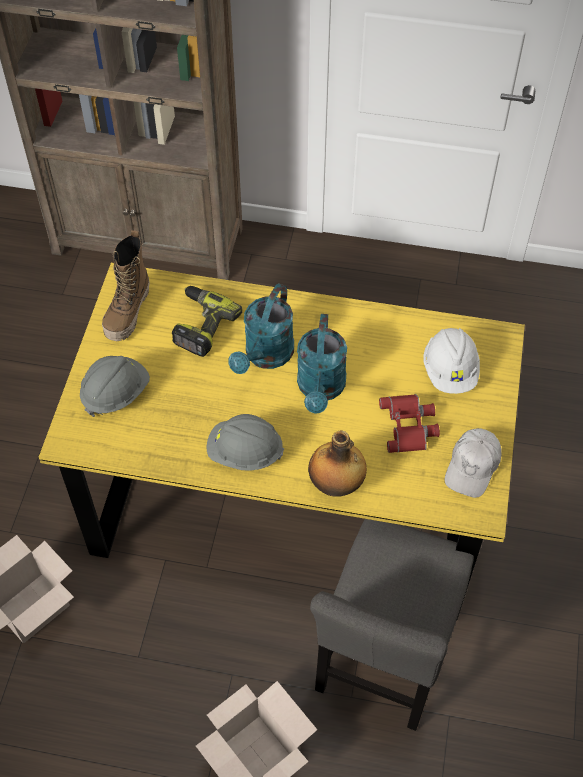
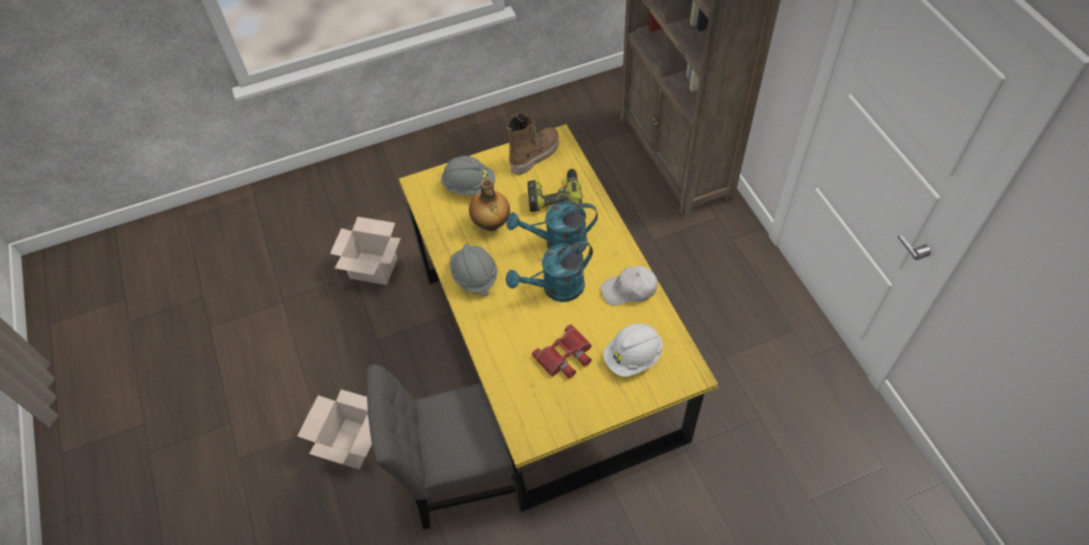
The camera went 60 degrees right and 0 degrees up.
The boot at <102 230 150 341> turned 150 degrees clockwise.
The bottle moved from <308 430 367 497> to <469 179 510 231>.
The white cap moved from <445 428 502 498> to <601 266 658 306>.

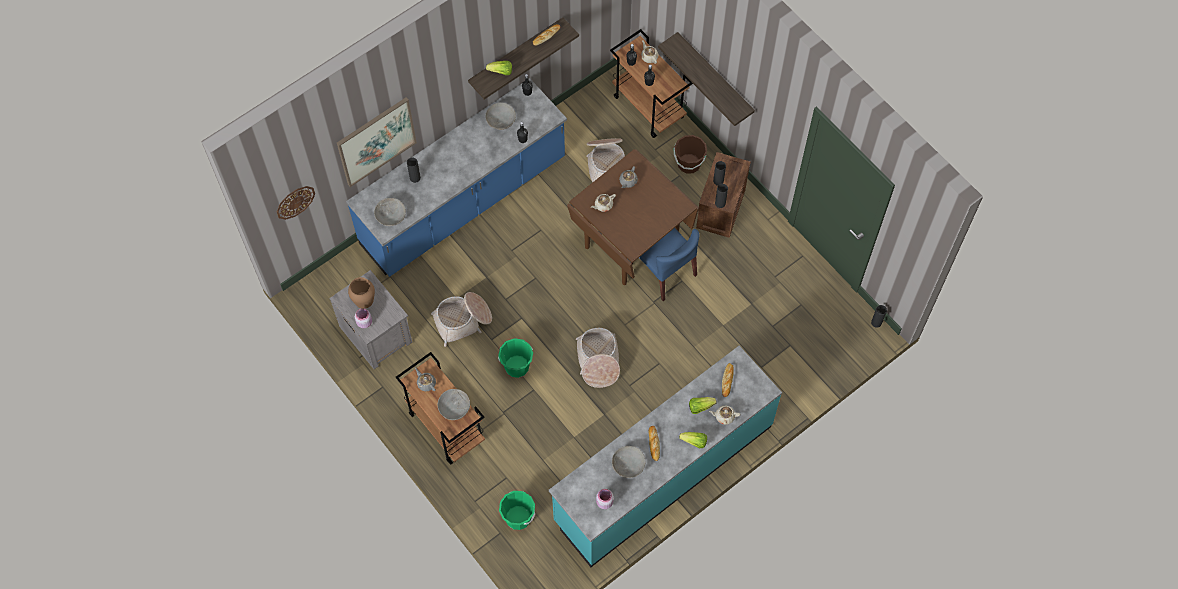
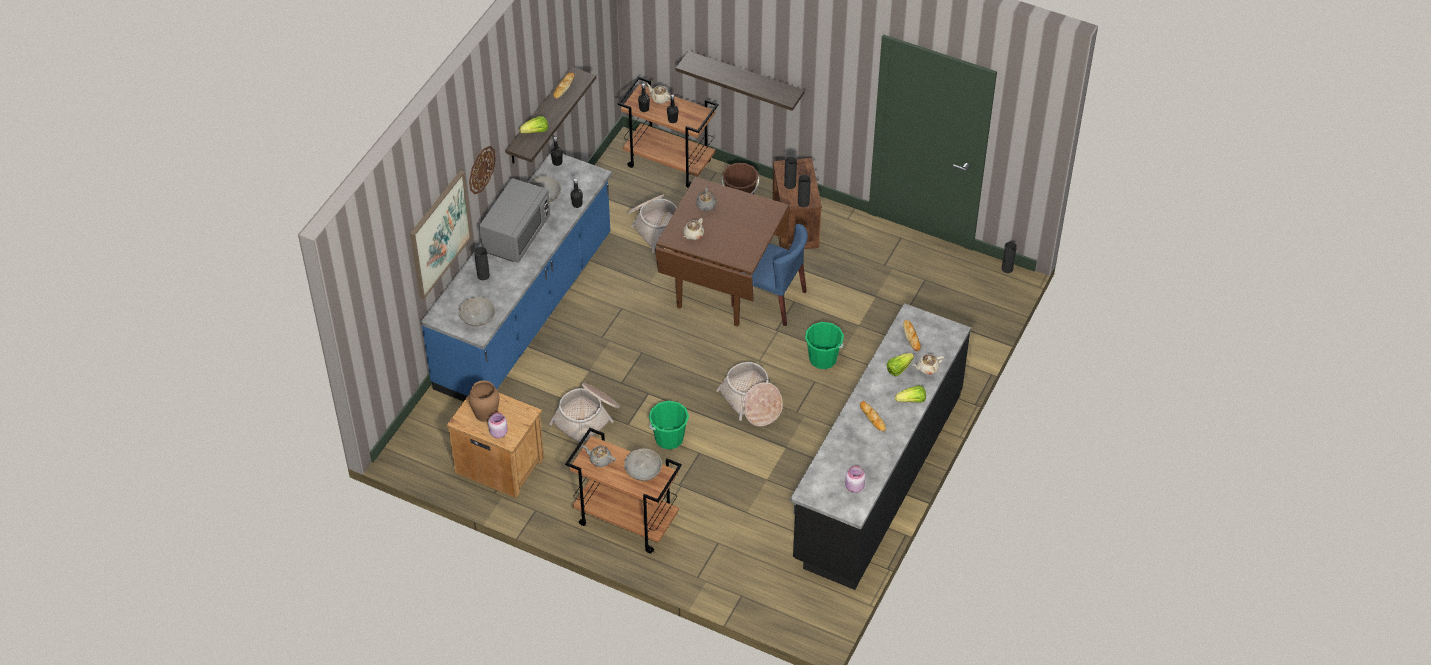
The camera went 25 degrees left and 15 degrees down.
The wall clock moved from <277 186 315 220> to <469 146 496 194>.
The grey nightstand at <329 270 412 369> became the brown nightstand at <447 393 544 498>.
The green bucket moved from <499 491 535 530> to <805 322 844 369>.
The turquoise counter at <549 346 782 567> became the black counter at <790 303 971 590>.
The grey bowl at <612 446 645 478> disappeared.
The grey microwave at <479 178 550 263> appeared.

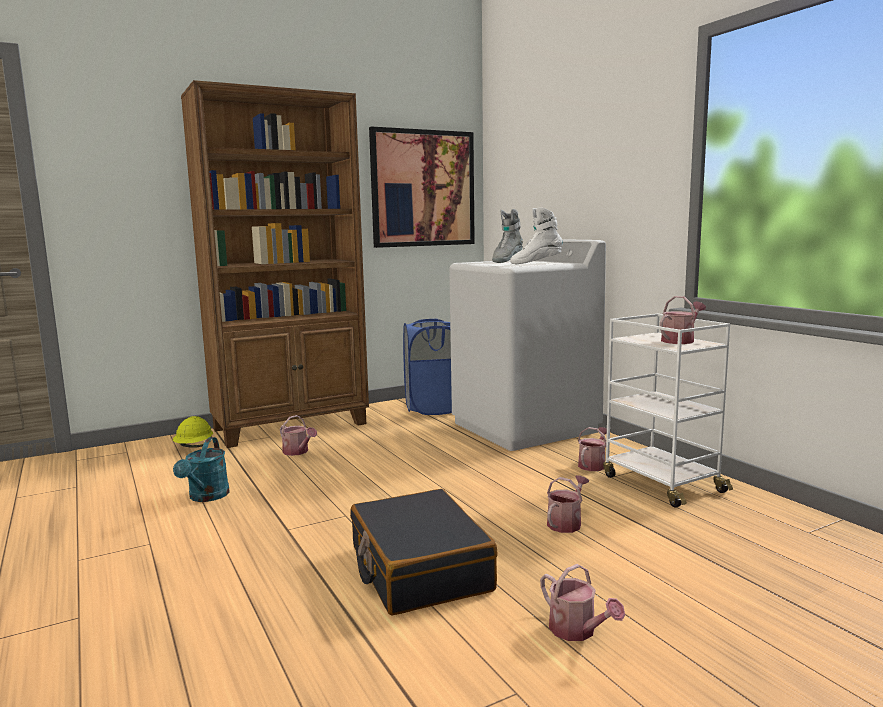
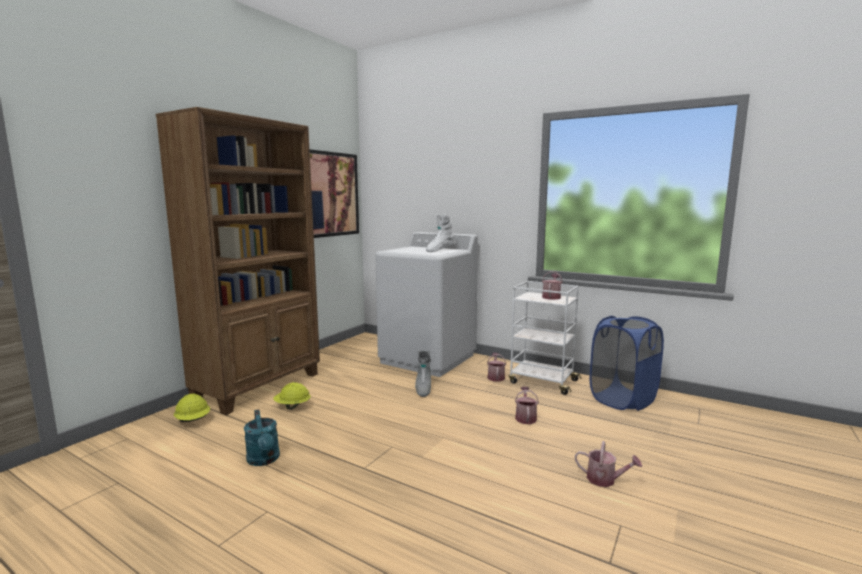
The camera went 30 degrees left and 0 degrees up.
The watering can at <280 415 317 456> was replaced by the yellow hard hat at <273 382 311 410>.
The black suitcase at <350 489 498 615> disappeared.
The blue laundry basket moved from <403 319 452 415> to <590 316 664 411>.
The grey boot moved from <492 209 523 263> to <415 351 431 397>.

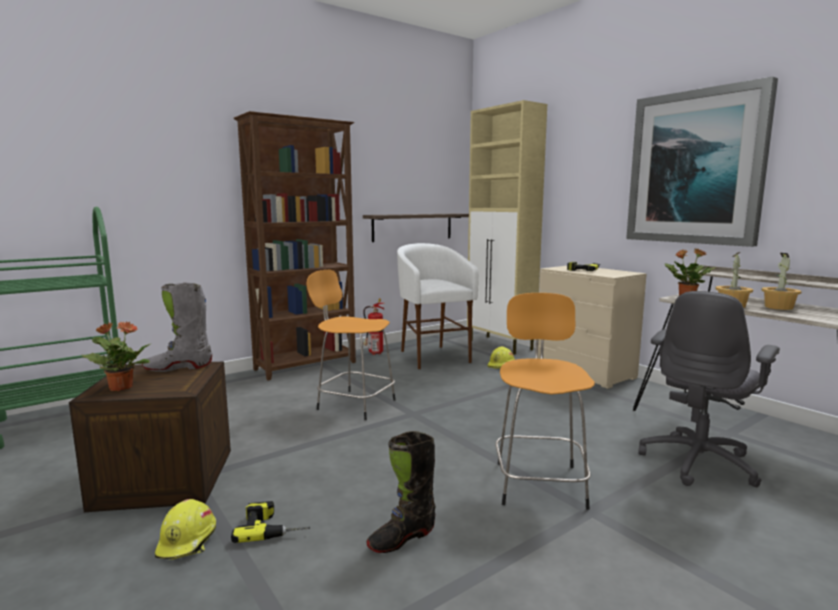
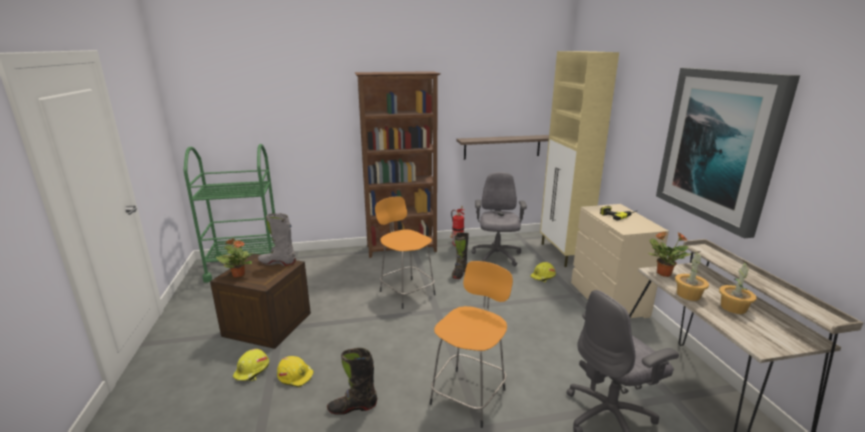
The camera went 25 degrees right and 10 degrees up.
The power drill at <231 501 310 543> was replaced by the yellow hard hat at <277 356 314 387>.
The white stool at <397 243 479 369> was replaced by the grey office chair at <471 172 527 266>.
The black boot at <452 232 469 279> appeared.

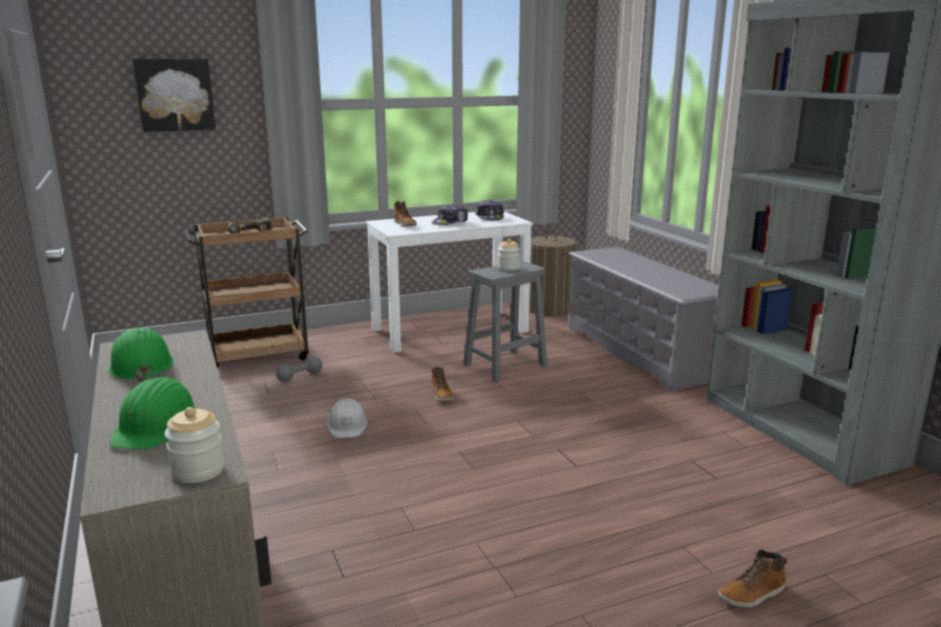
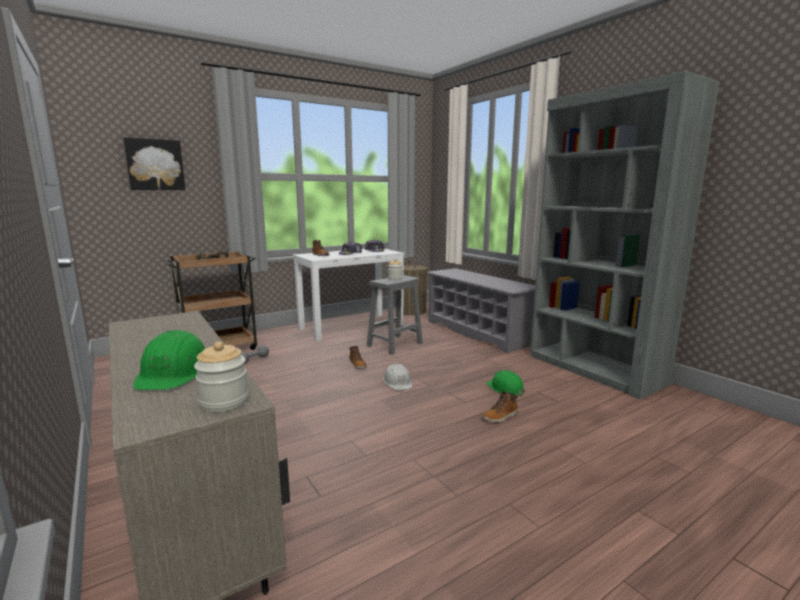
The camera went 10 degrees left and 5 degrees down.
The green hard hat moved from <109 328 174 381> to <486 370 525 397>.
The white hard hat moved from <327 398 367 438> to <383 364 412 390>.
The boot moved from <718 549 787 608> to <482 391 518 423>.

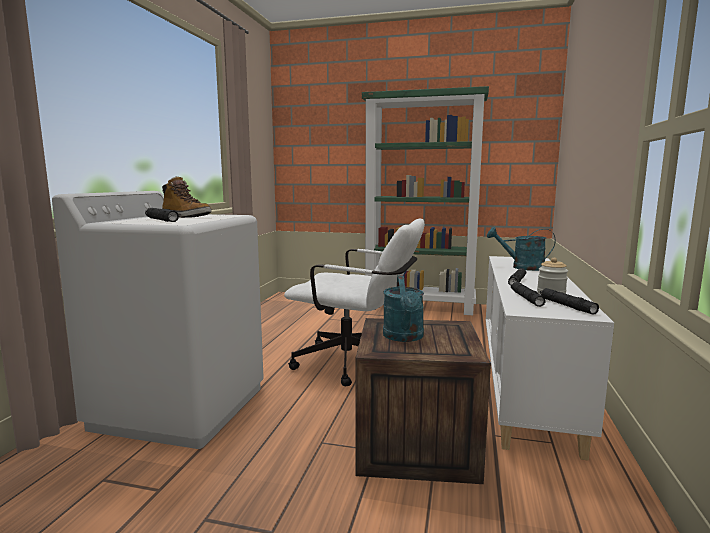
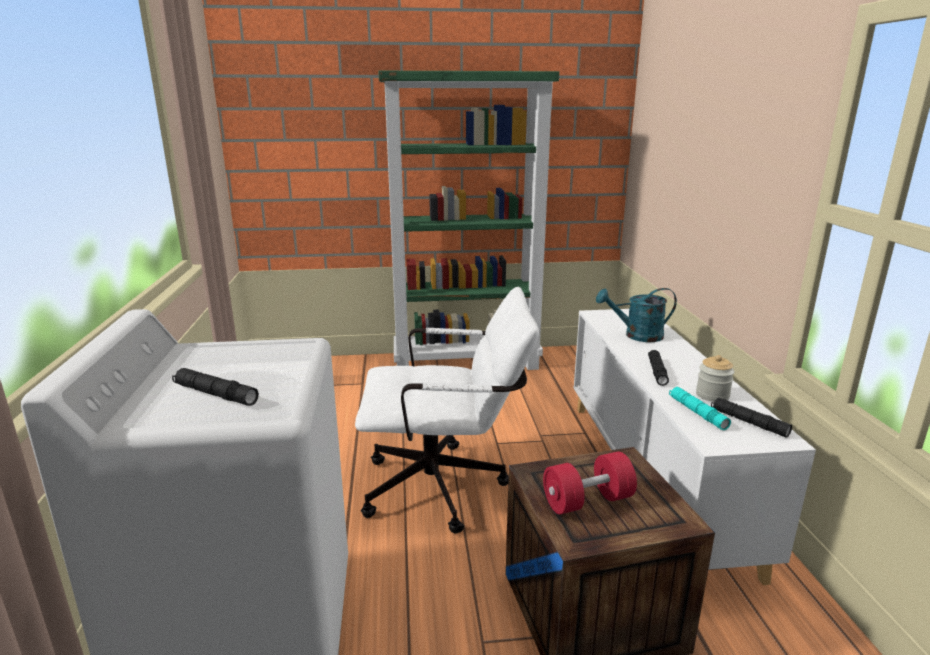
The camera went 20 degrees left and 10 degrees up.
The boot at <162 176 212 218> disappeared.
The turquoise watering can at <383 275 424 342> was replaced by the red dumbbell at <543 452 637 514>.
The black flashlight at <511 282 545 307> became the turquoise flashlight at <669 387 731 430>.

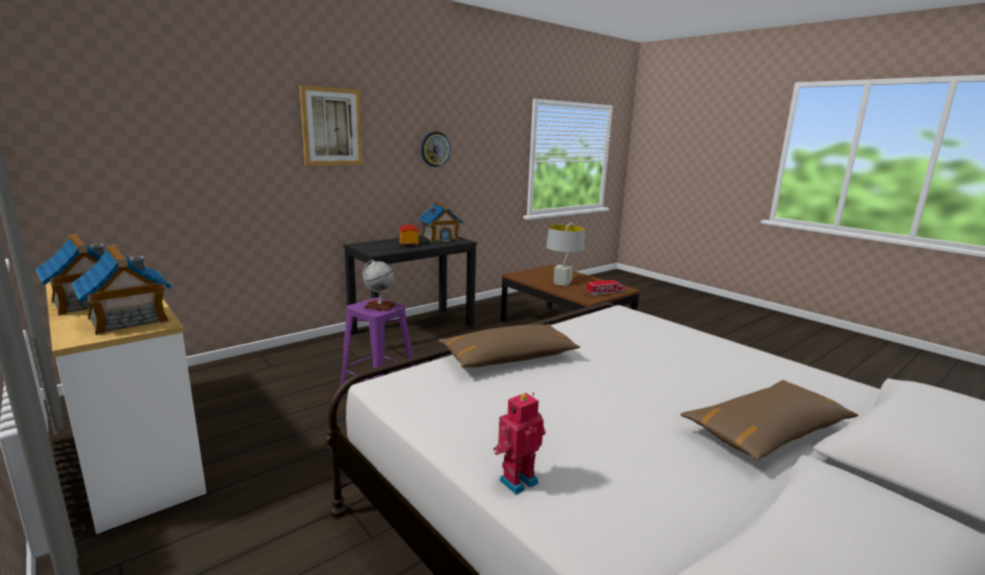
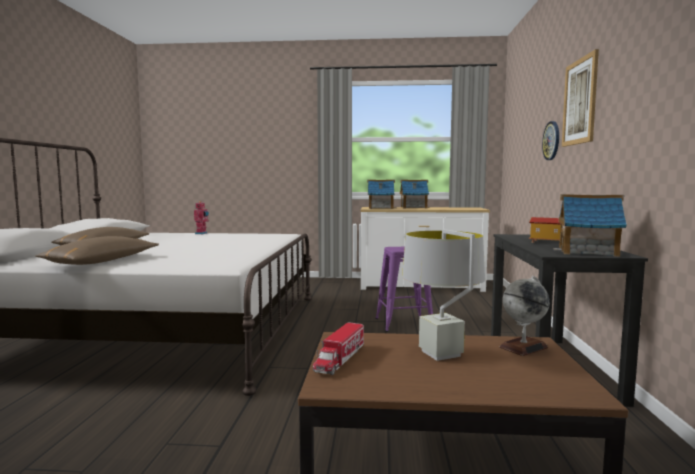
The camera went 135 degrees right and 10 degrees down.
The globe moved from <363 260 396 311> to <500 276 550 356>.
The wall clock moved from <421 132 451 167> to <542 121 559 160>.
The brown pillow moved from <438 324 580 368> to <35 236 159 265>.

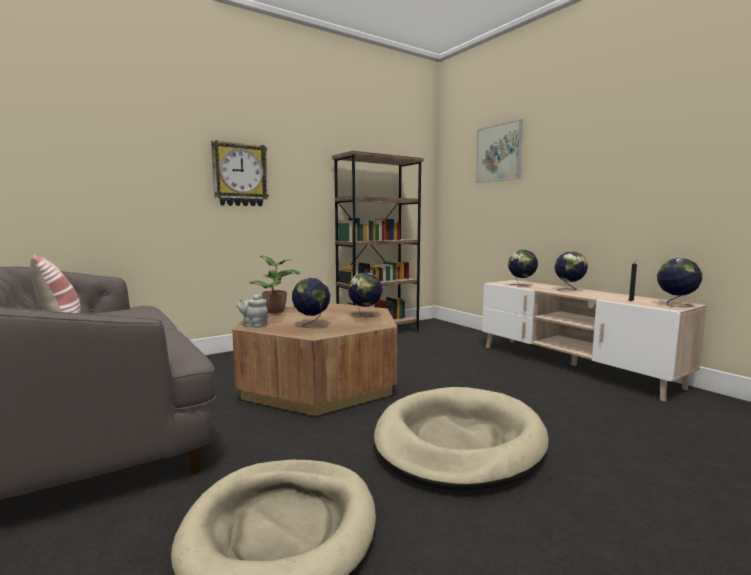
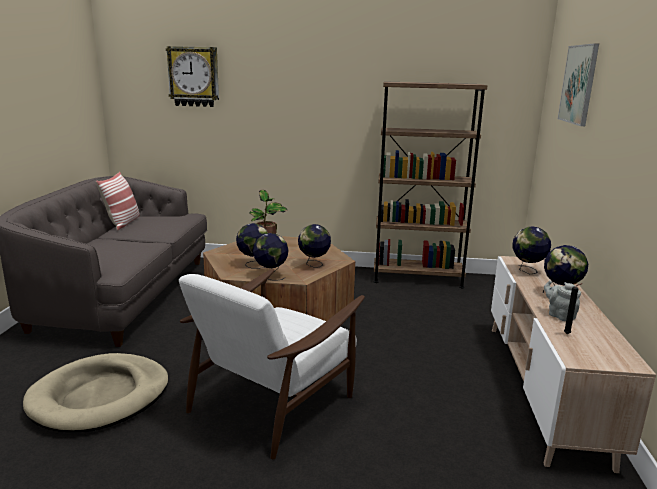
The camera went 40 degrees right and 10 degrees up.
The wall clock moved from <211 140 269 206> to <166 46 219 107>.
The grey teapot moved from <236 294 268 328> to <544 280 581 321>.
The beige dog bed at <374 387 549 491> was replaced by the white armchair at <179 269 365 459>.
The globe moved from <657 258 702 307> to <253 233 289 281>.

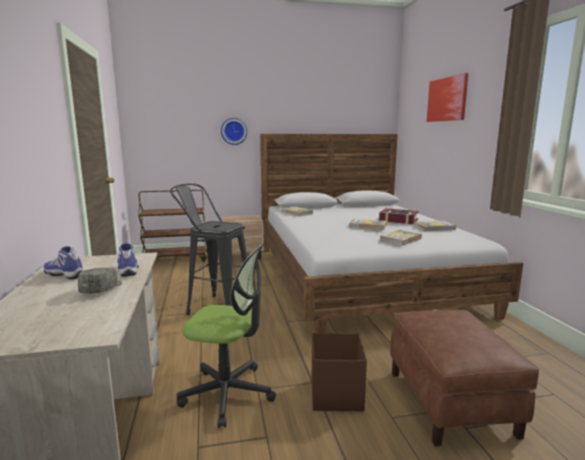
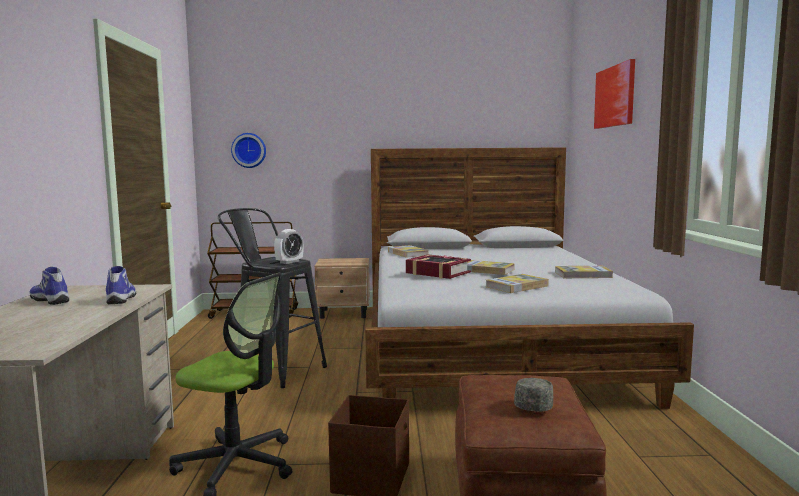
The camera went 10 degrees right and 5 degrees down.
The grey cap moved from <78 268 122 294> to <514 378 553 412>.
The wall clock moved from <221 118 247 145> to <231 133 266 168>.
The book moved from <379 208 419 224> to <406 254 471 279>.
The alarm clock at <274 229 304 264> appeared.

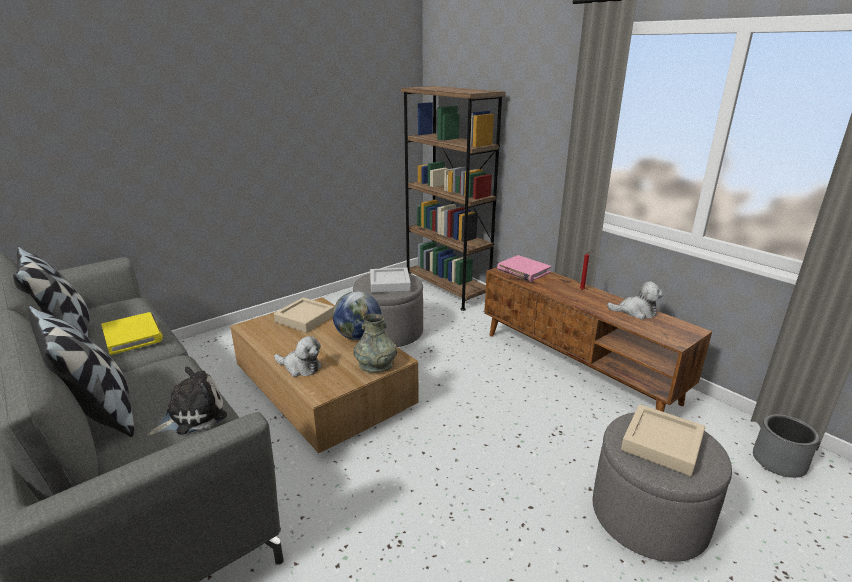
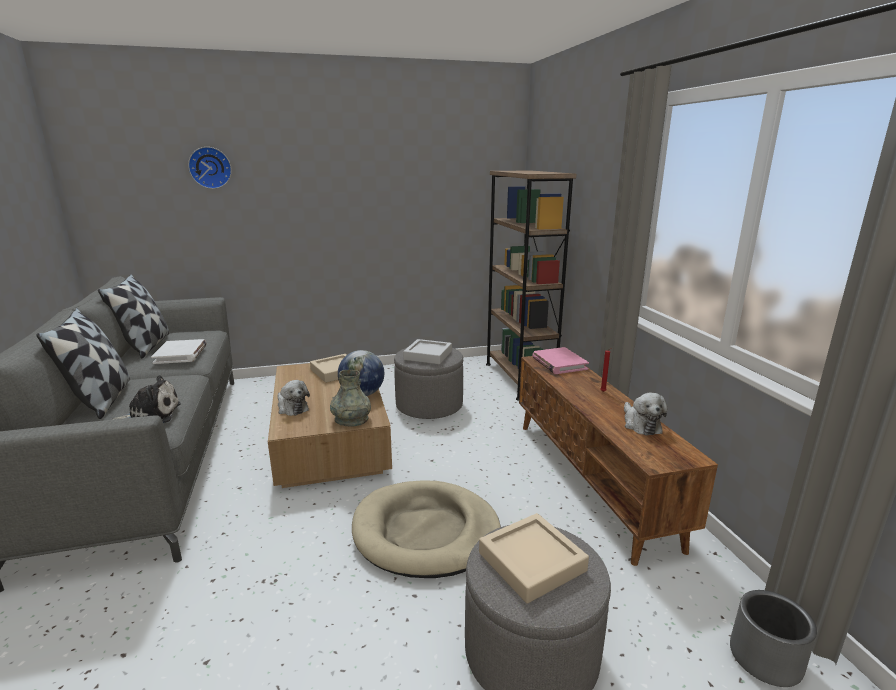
The camera went 25 degrees right and 5 degrees down.
The yellow book at <101 312 163 355> became the white book at <151 339 207 364>.
The plush toy at <607 281 663 319> turned 45 degrees clockwise.
The wall clock at <188 147 232 189> appeared.
The beige dog bed at <352 480 501 578> appeared.

